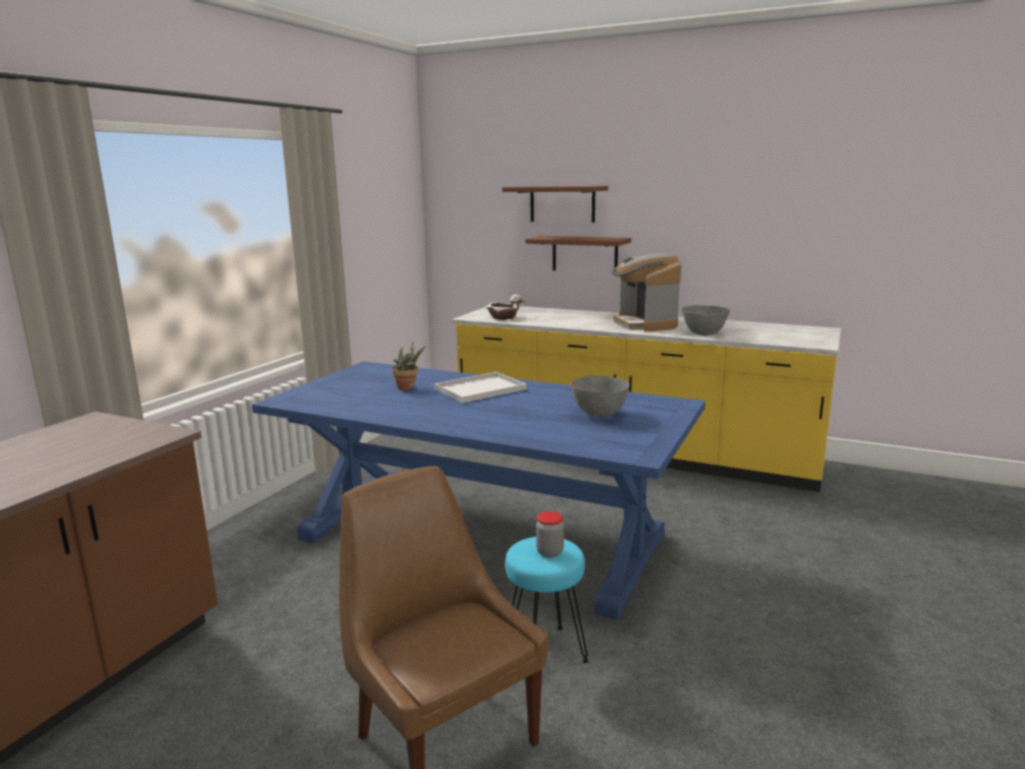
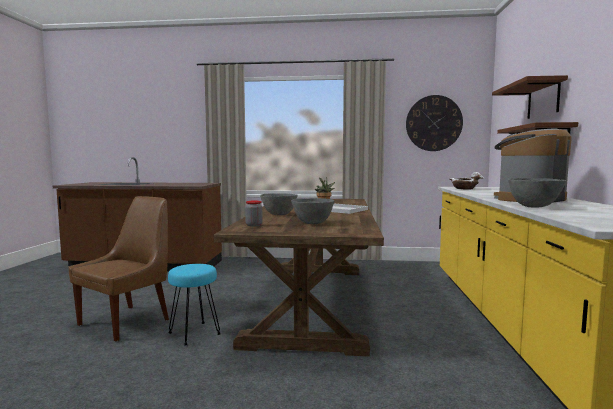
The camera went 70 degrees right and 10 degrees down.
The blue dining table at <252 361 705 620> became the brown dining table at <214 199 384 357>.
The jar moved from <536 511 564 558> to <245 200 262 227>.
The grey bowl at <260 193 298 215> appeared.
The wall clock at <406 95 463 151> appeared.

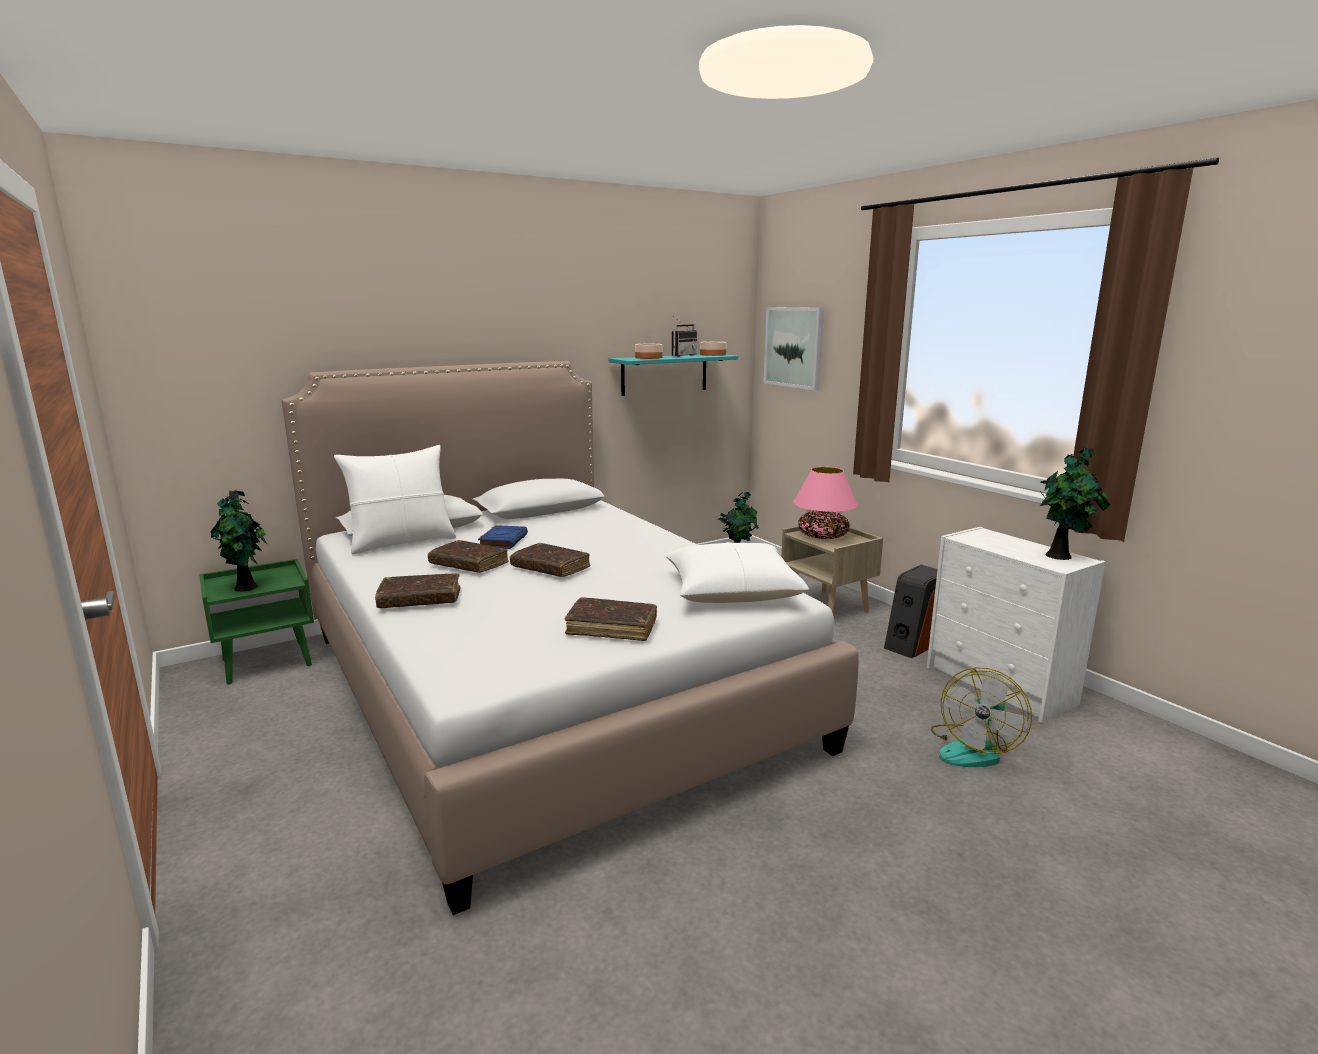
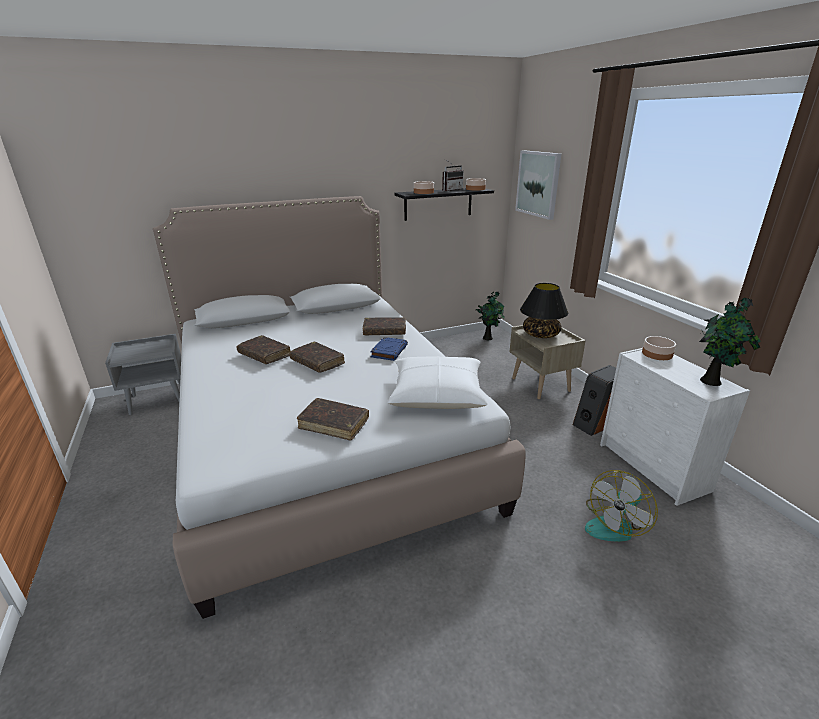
The camera went 10 degrees right and 10 degrees up.
The green nightstand at <199 559 314 684> became the grey nightstand at <105 334 181 415>.
The potted plant at <211 490 268 592> disappeared.
The white pillow at <334 445 456 554> disappeared.
The brown book moved from <375 573 460 608> to <363 317 406 335>.
The blue book moved from <478 525 528 549> to <370 337 408 361>.
The turquoise shelf at <609 354 738 396> became the black shelf at <394 188 494 221>.
The pink table lamp at <793 467 857 539> became the black table lamp at <520 283 568 338>.
The bowl at <642 336 676 360> appeared.

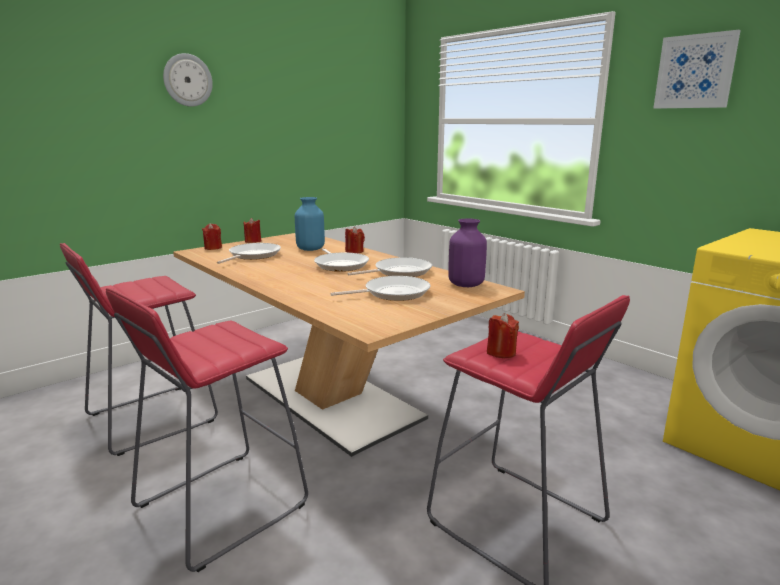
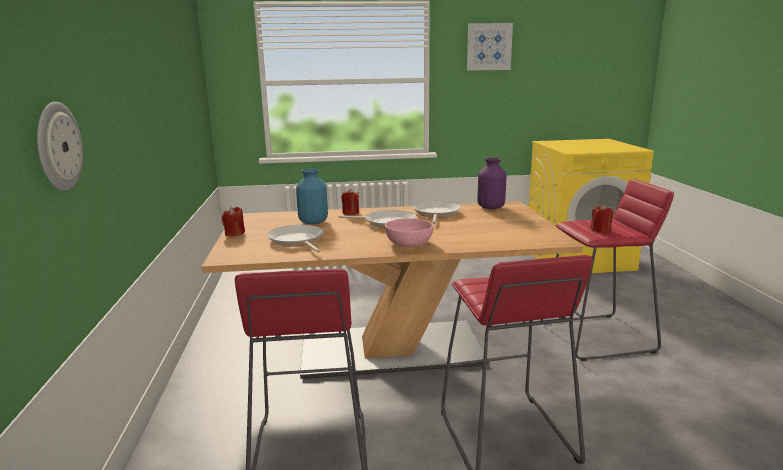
The camera went 55 degrees left and 0 degrees up.
The wall clock moved from <163 53 213 107> to <37 102 83 191>.
The red candle at <202 223 222 250> disappeared.
The frying pan at <330 276 431 301> disappeared.
The pink bowl at <385 218 434 247> appeared.

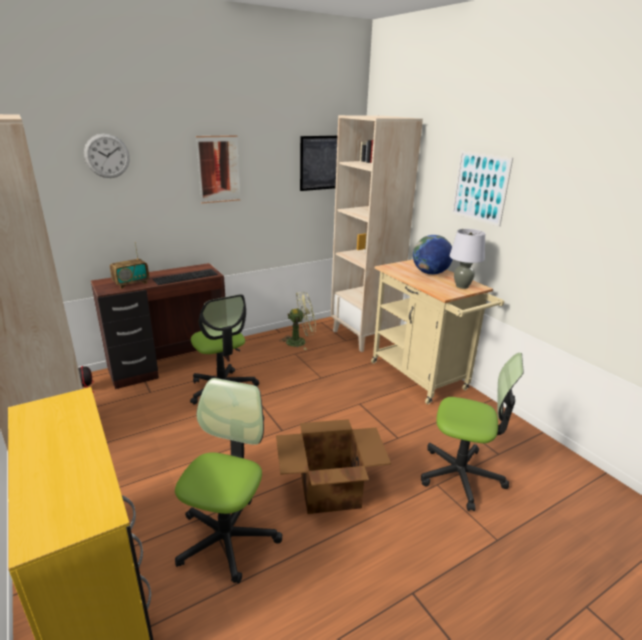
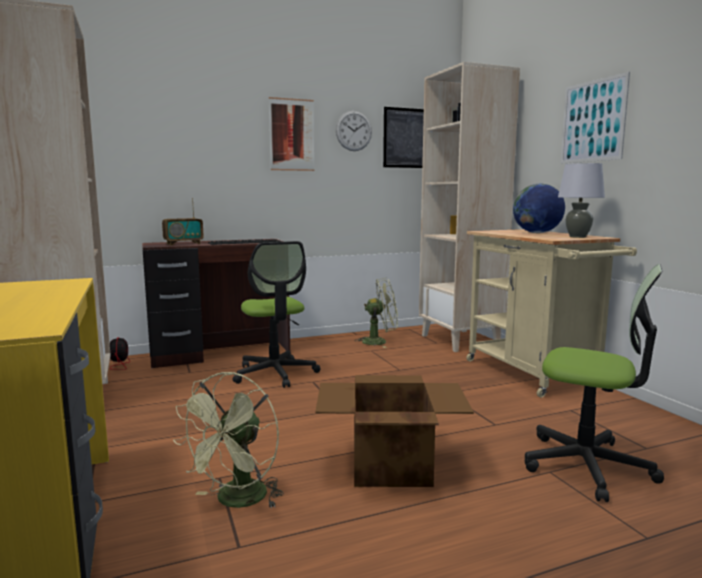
The camera went 10 degrees right and 15 degrees down.
The wall clock moved from <84 134 130 178> to <336 111 372 151>.
The office chair at <175 378 282 584> was replaced by the green fan at <173 372 284 508>.

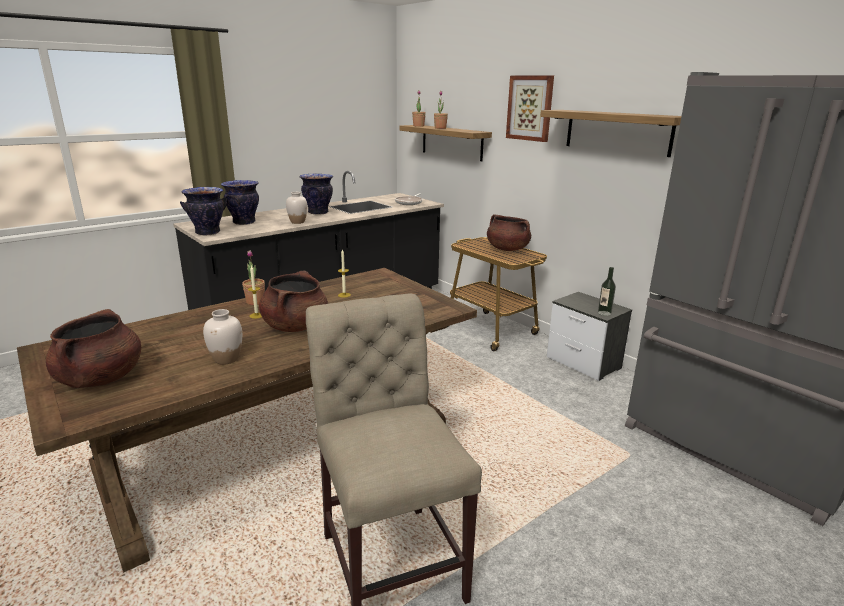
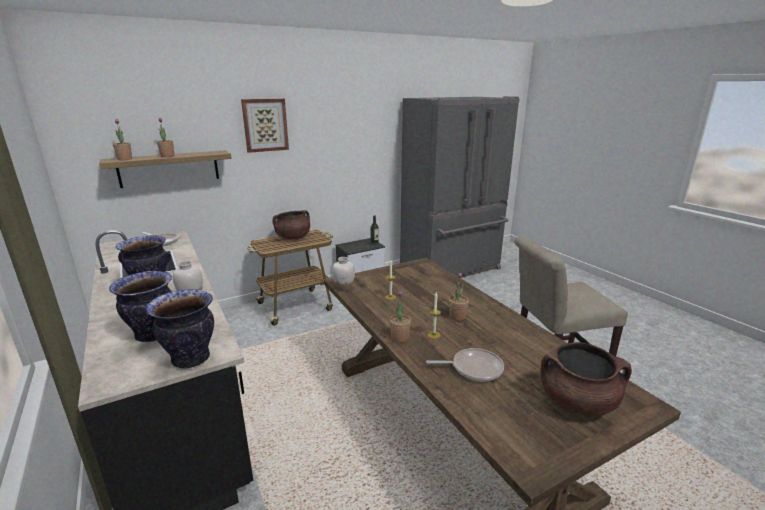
The camera went 80 degrees left and 0 degrees up.
The white vase moved from <203 309 242 365> to <332 257 355 291>.
The brown cooking pot at <259 270 328 332> was replaced by the potted plant at <449 272 469 320>.
The shelf at <540 110 681 157> disappeared.
The frying pan at <426 348 504 382> appeared.

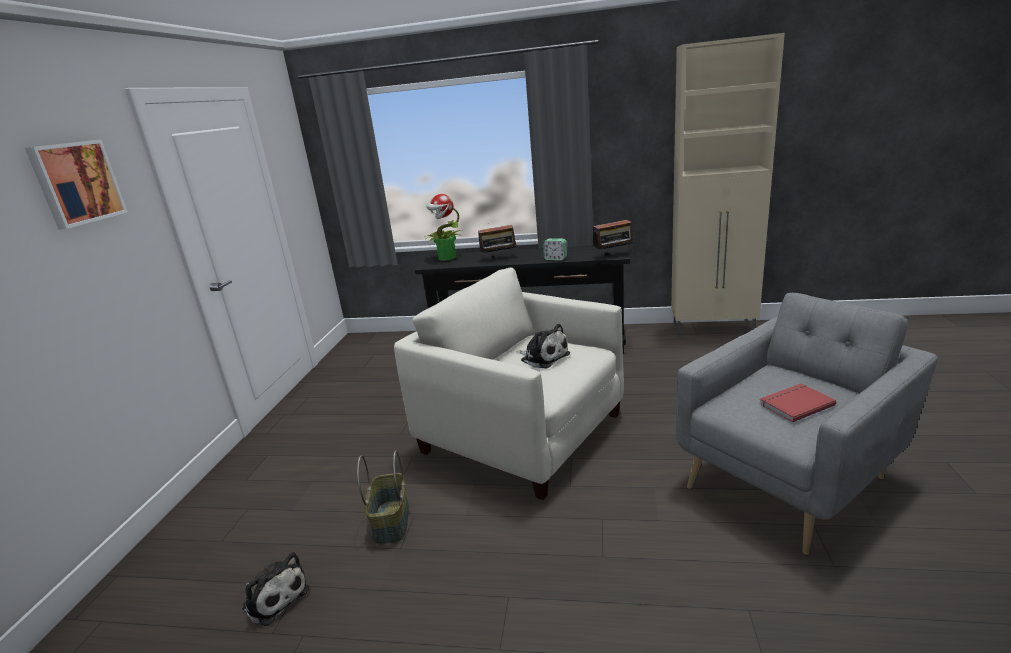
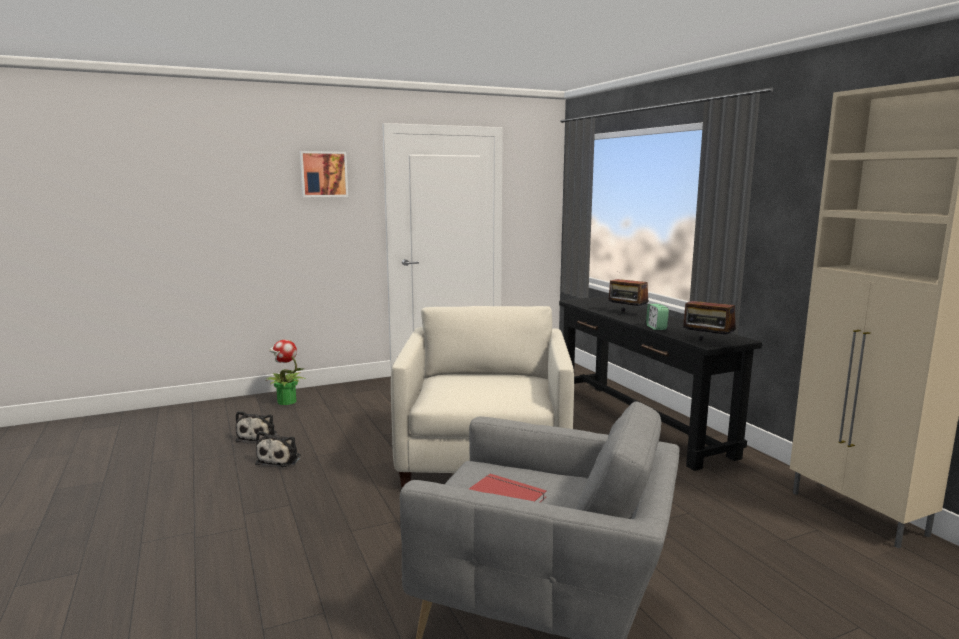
The camera went 55 degrees right and 10 degrees down.
The basket at <357 451 409 544> disappeared.
The potted plant moved from <424 194 462 260> to <265 340 305 405>.
The plush toy moved from <516 324 570 368> to <255 431 301 467>.

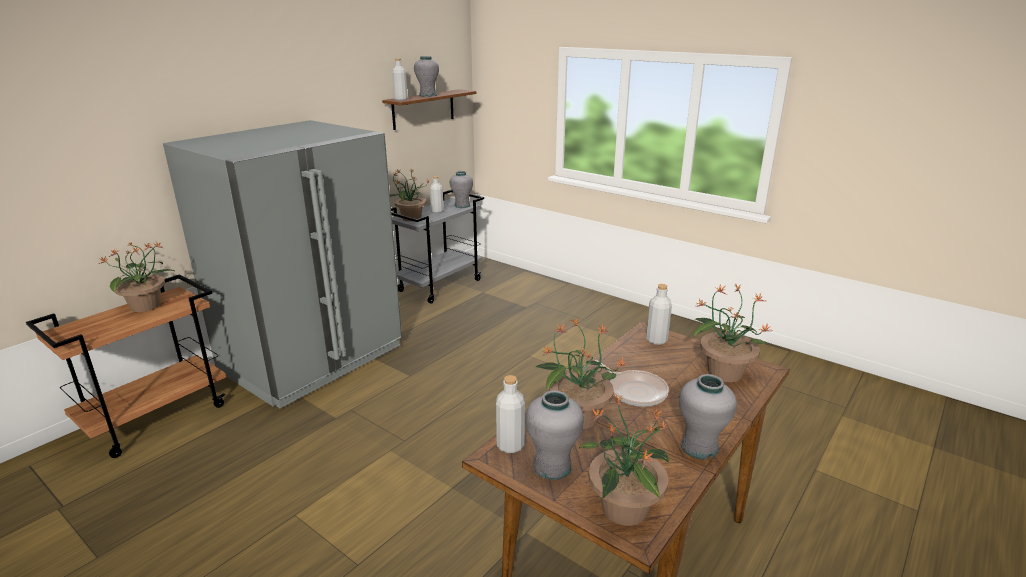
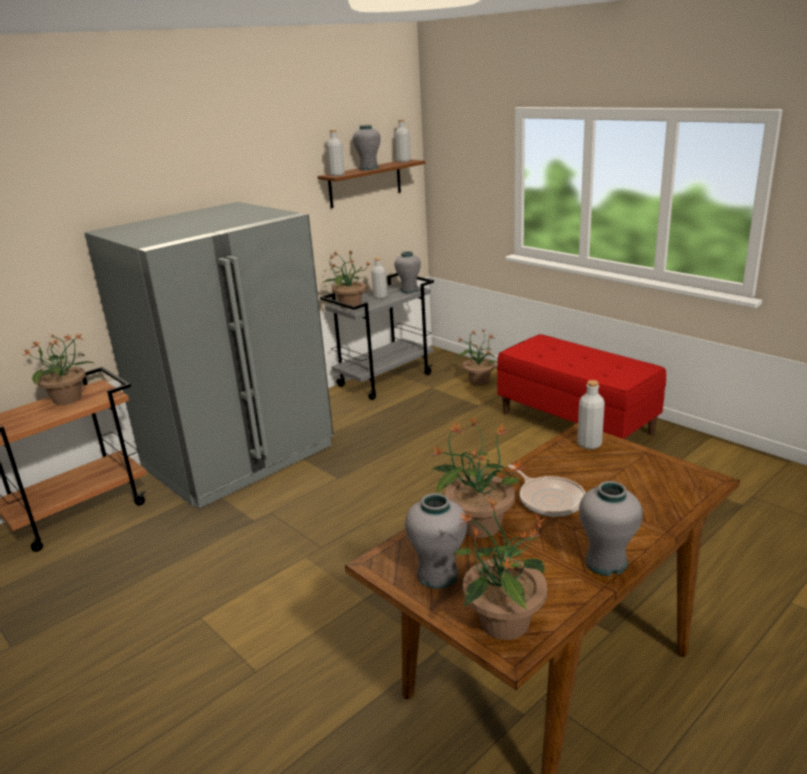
The camera went 10 degrees right and 0 degrees up.
The grey bottle moved from <496 375 525 453> to <395 119 411 162>.
The potted plant moved from <694 283 771 382> to <456 329 497 385>.
The red bench at <497 334 666 440> appeared.

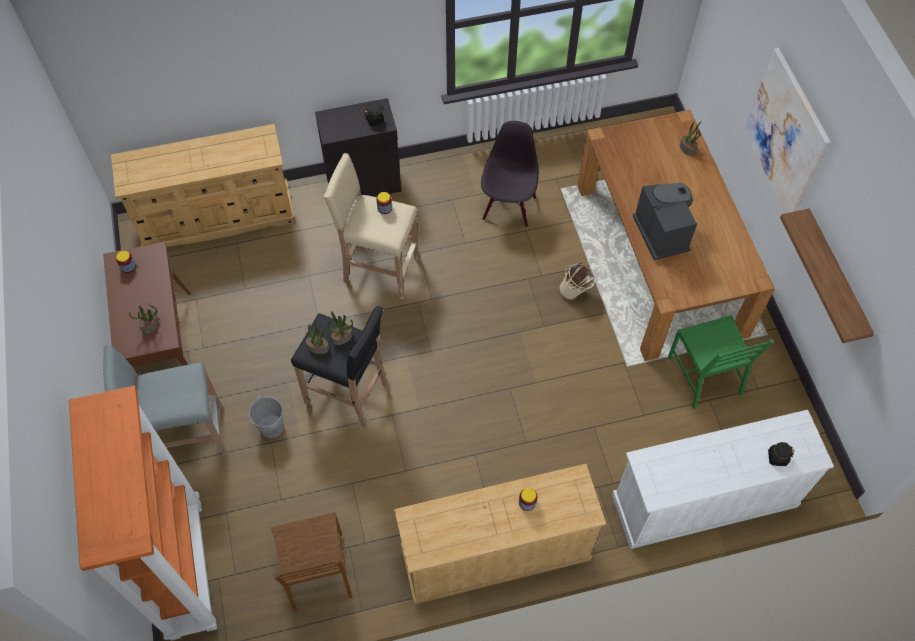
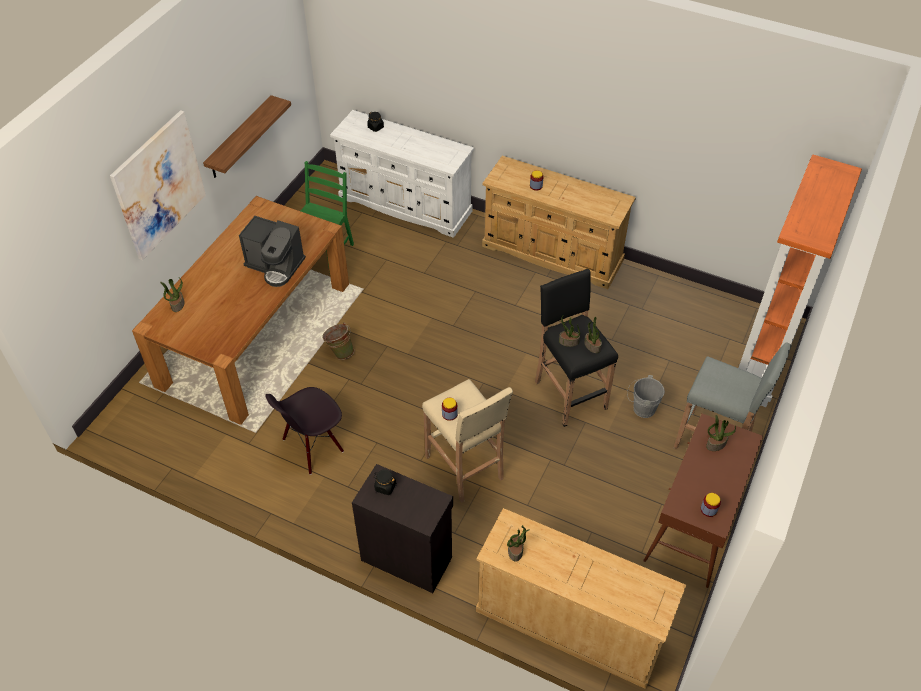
The camera went 140 degrees left and 10 degrees down.
The brown chair at <271 512 352 612> disappeared.
The beige bucket at <559 262 595 300> became the green bucket at <322 322 354 360>.
The coffee machine at <633 183 697 260> turned 90 degrees counterclockwise.
The potted plant at <507 525 530 561> appeared.

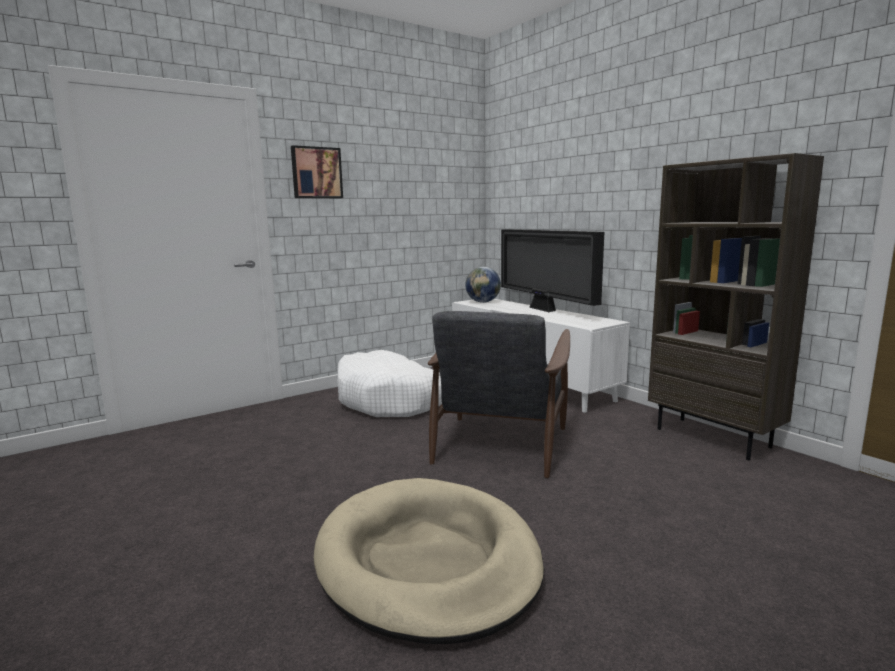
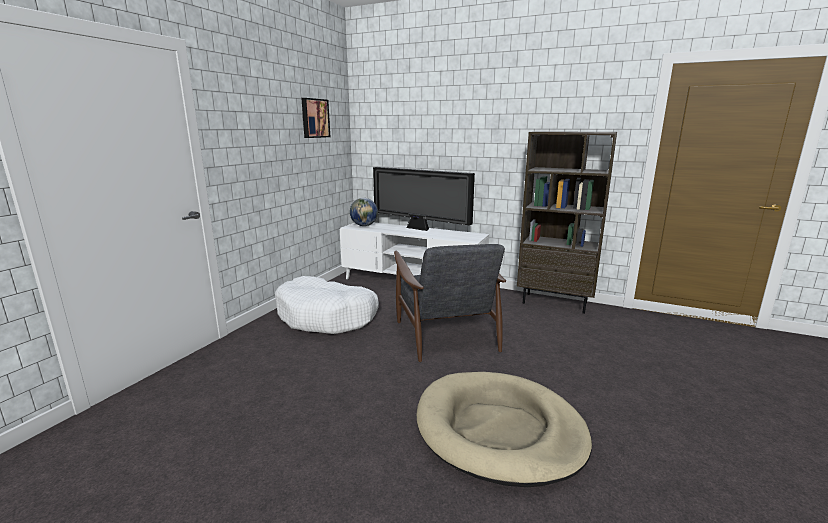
The camera went 30 degrees left and 5 degrees up.
The picture moved from <291 145 343 198> to <301 98 330 138>.

